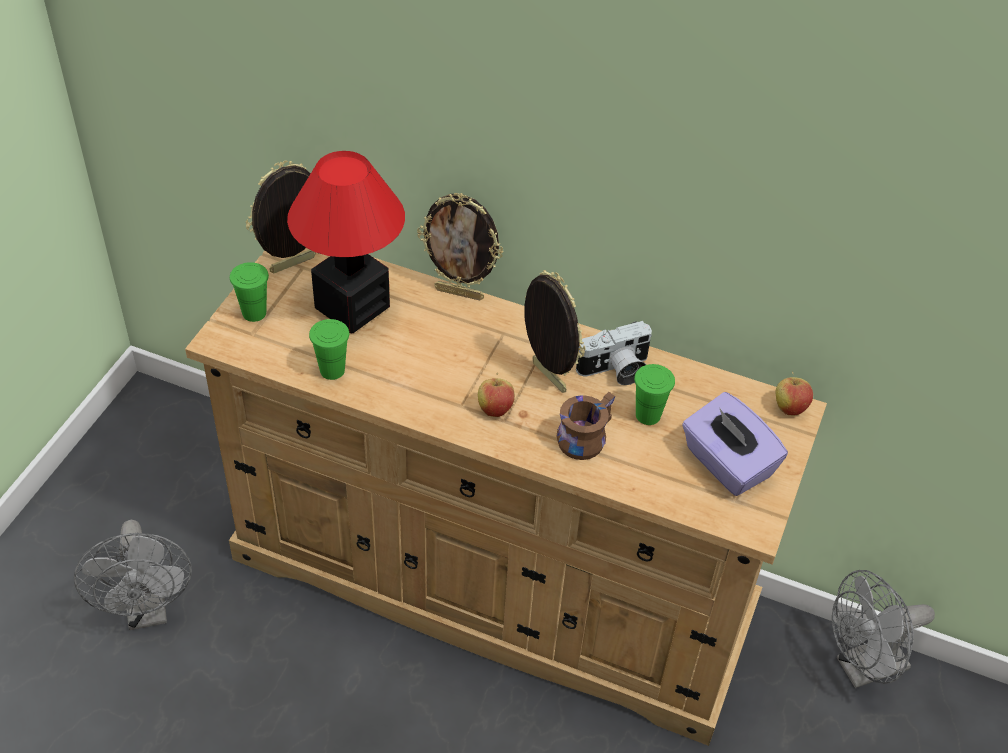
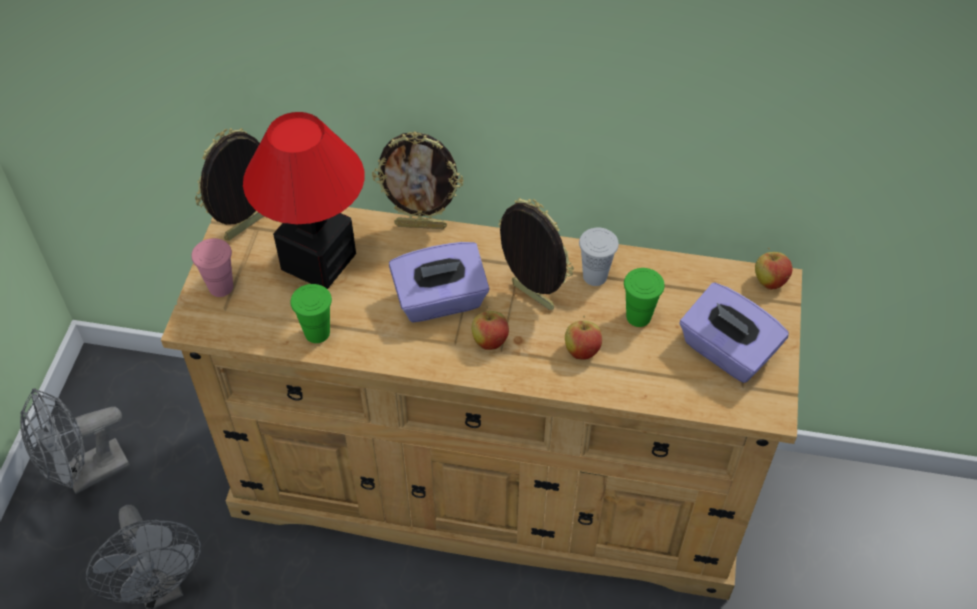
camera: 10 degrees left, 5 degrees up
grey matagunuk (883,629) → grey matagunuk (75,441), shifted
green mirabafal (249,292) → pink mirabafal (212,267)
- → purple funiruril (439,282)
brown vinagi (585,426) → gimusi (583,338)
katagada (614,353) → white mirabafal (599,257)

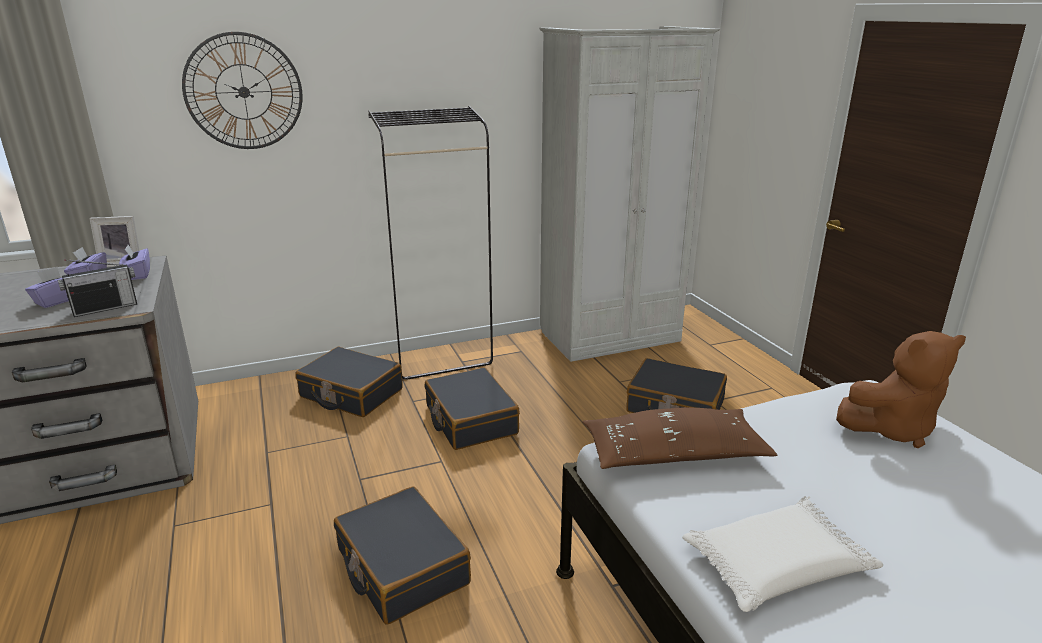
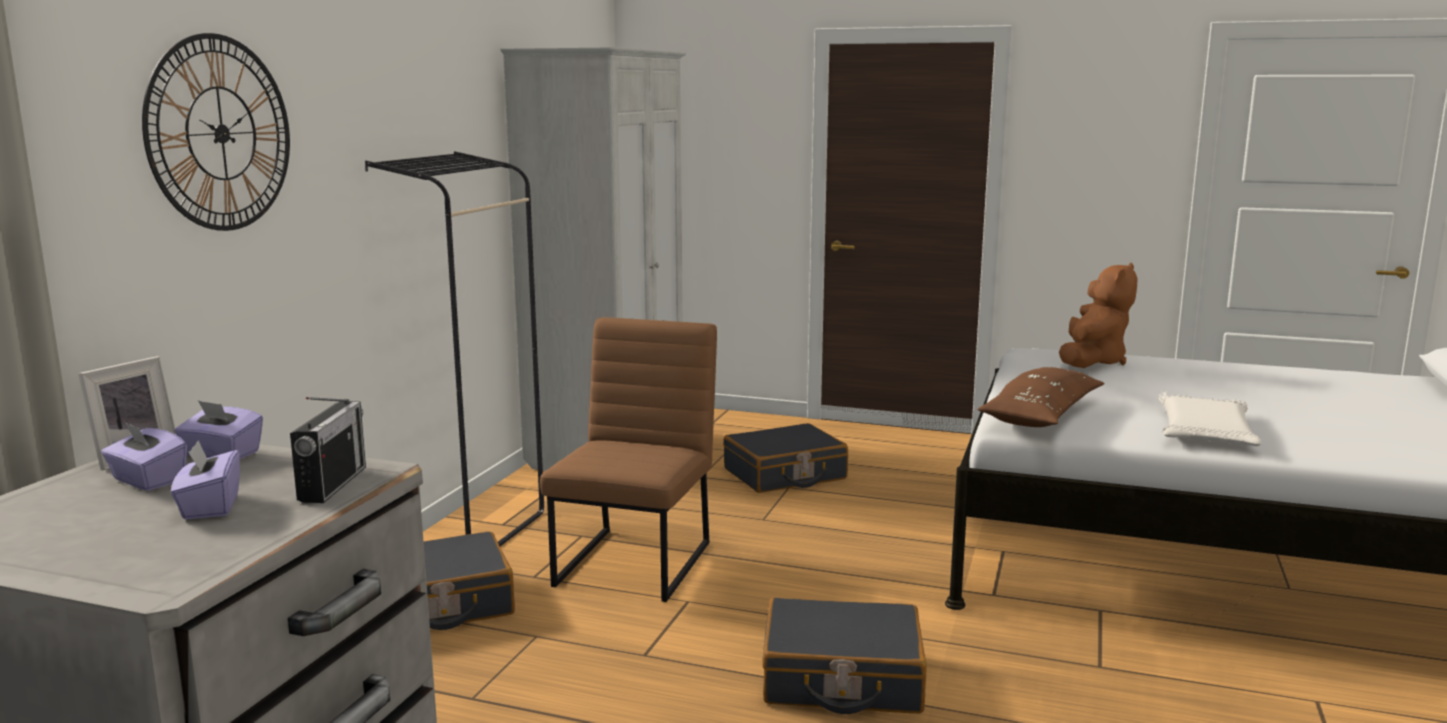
camera: 50 degrees left, 10 degrees down
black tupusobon (472,408) → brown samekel (628,459)

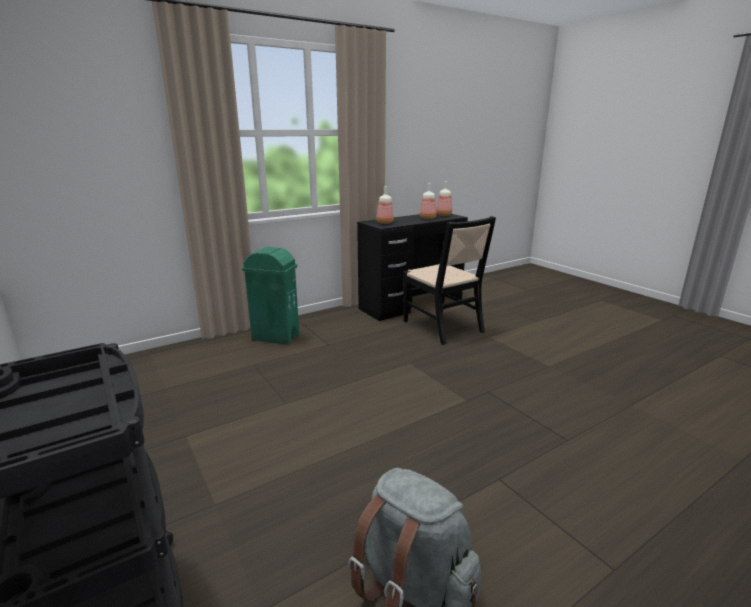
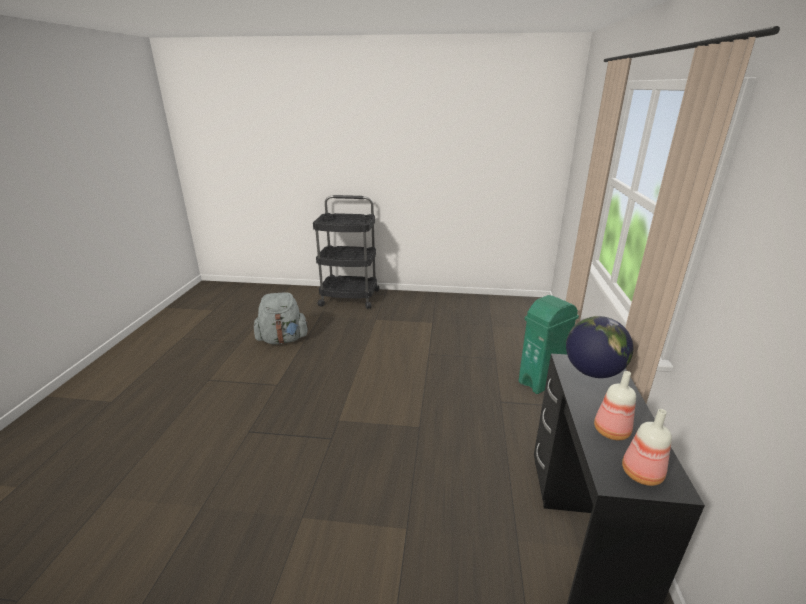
camera: 130 degrees right, 5 degrees up
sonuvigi (385,205) → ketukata (599,347)
samekel (449,280) → -

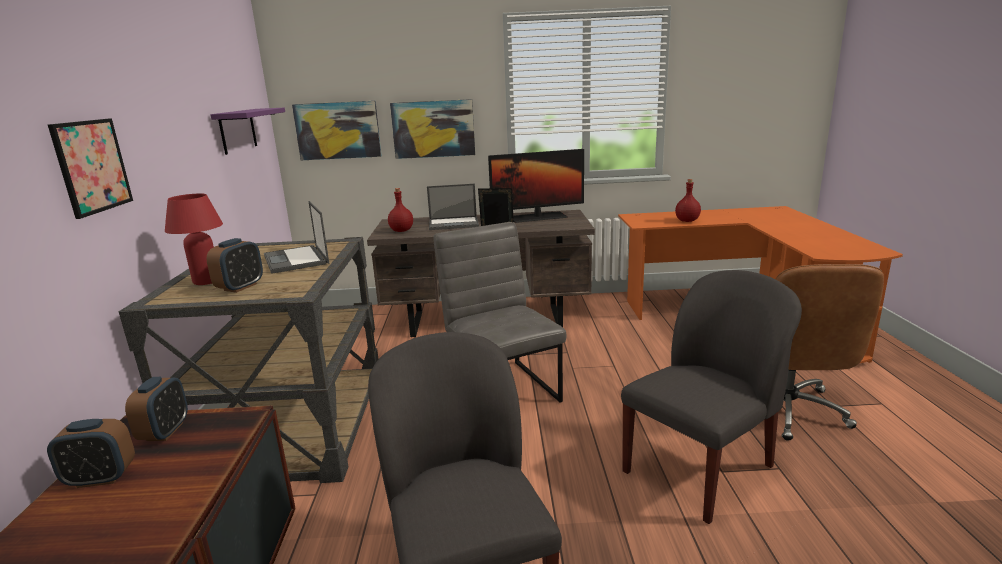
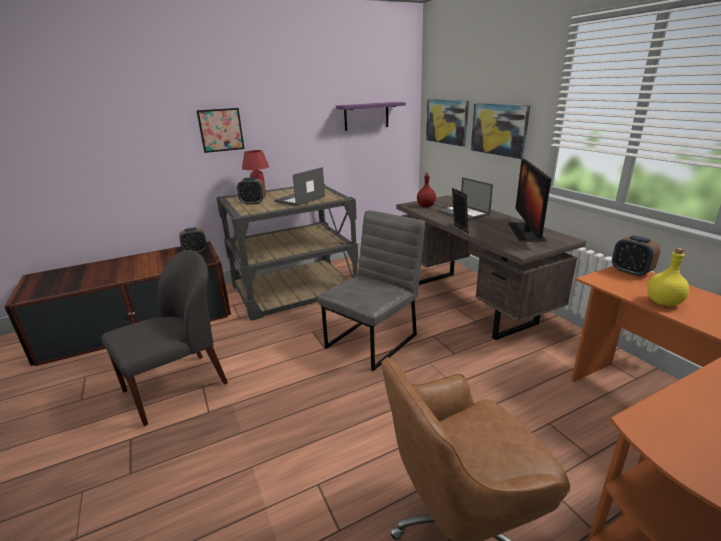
camera: 65 degrees right, 5 degrees up
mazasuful (536,186) → mazasuful (529,200), 45 degrees clockwise
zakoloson (91,453) → zakoloson (636,256), shifted
red sonuvigi (688,200) → yellow sonuvigi (668,277)
grey samekel (711,397) → -

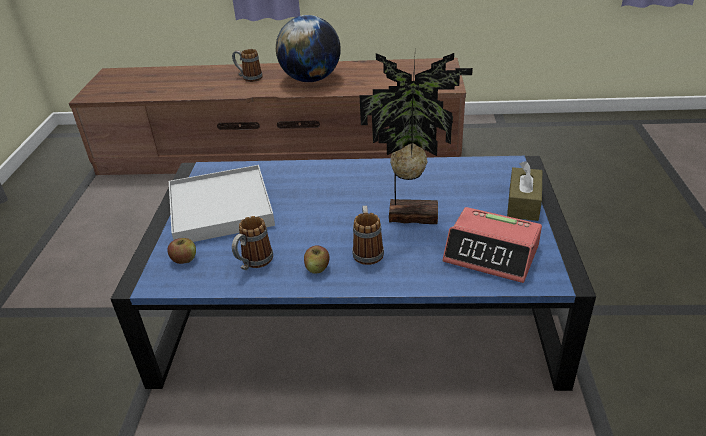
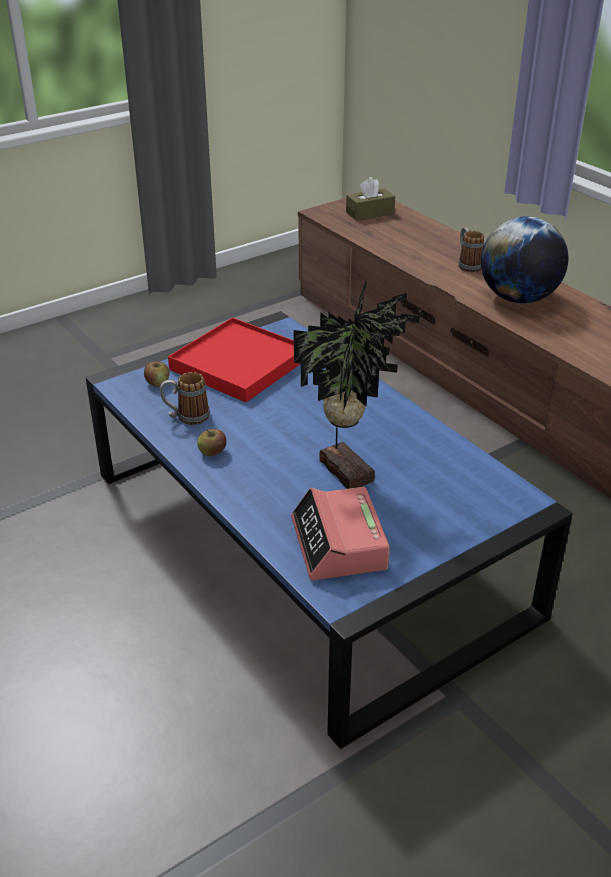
camera: 50 degrees right, 0 degrees up
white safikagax (222,203) → red safikagax (235,359)
brown funiruril (524,191) → brown funiruril (370,199), shifted
vinagi (368,235) → -

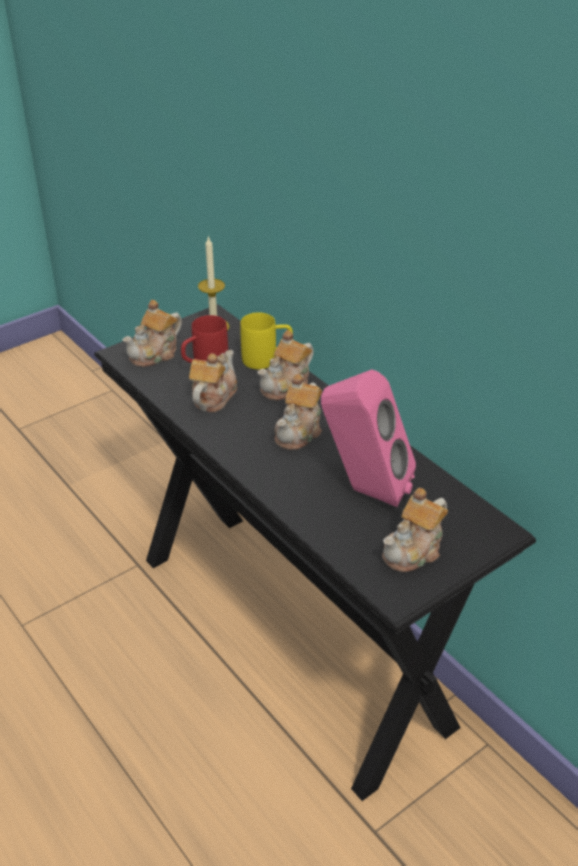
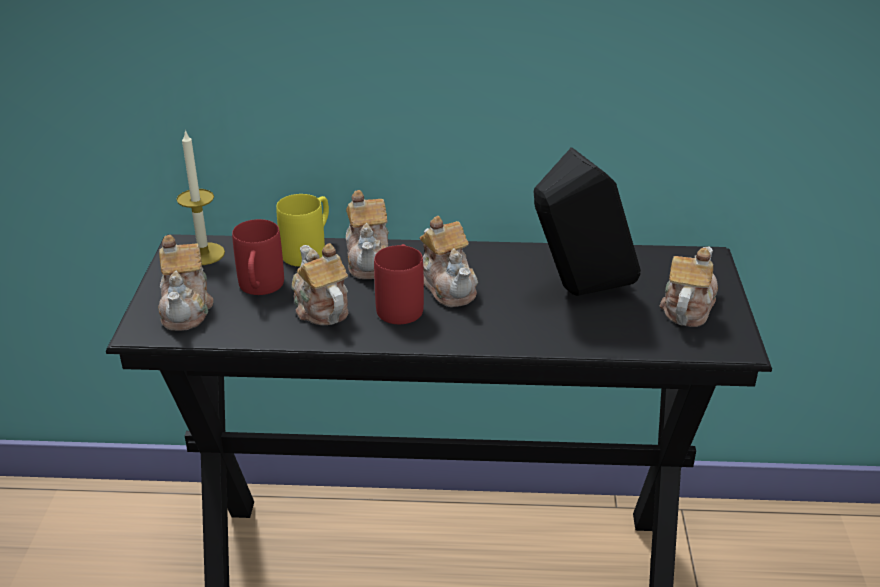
camera: 50 degrees left, 5 degrees down
- → red vinagi (399,284)
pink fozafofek (368,438) → black fozafofek (587,221)
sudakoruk (415,530) → sudakoruk (689,287), 150 degrees counterclockwise

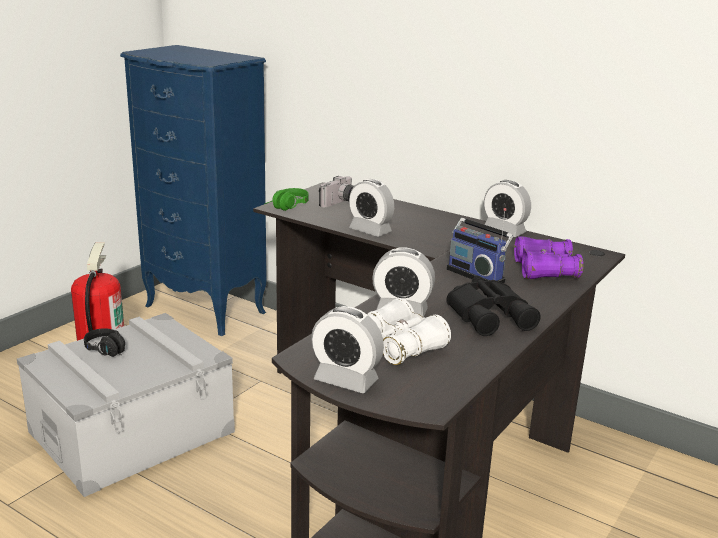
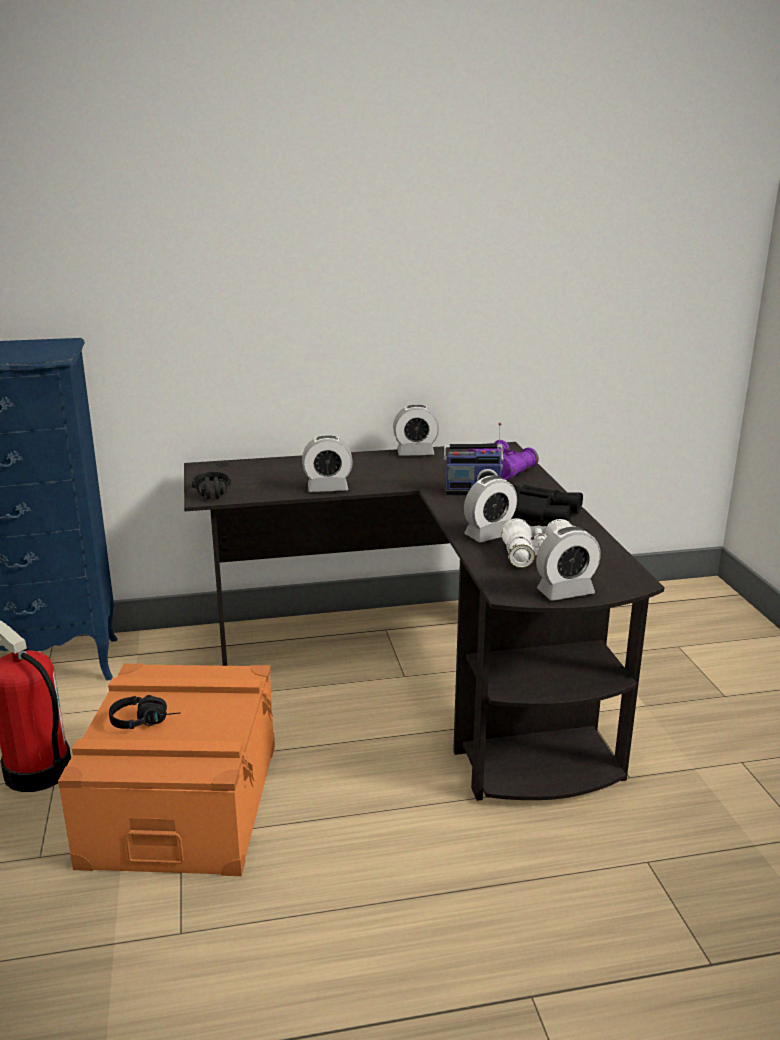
camera: 45 degrees left, 0 degrees up
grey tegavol (126,405) → orange tegavol (166,769)
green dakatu (287,199) → black dakatu (211,486)
katagada (336,191) → -

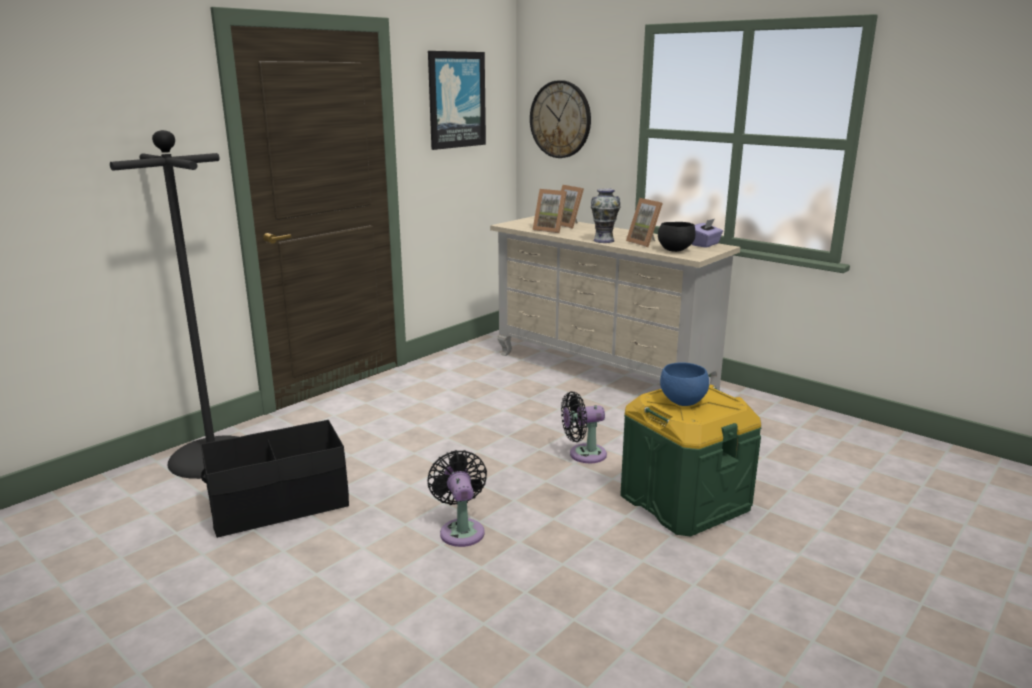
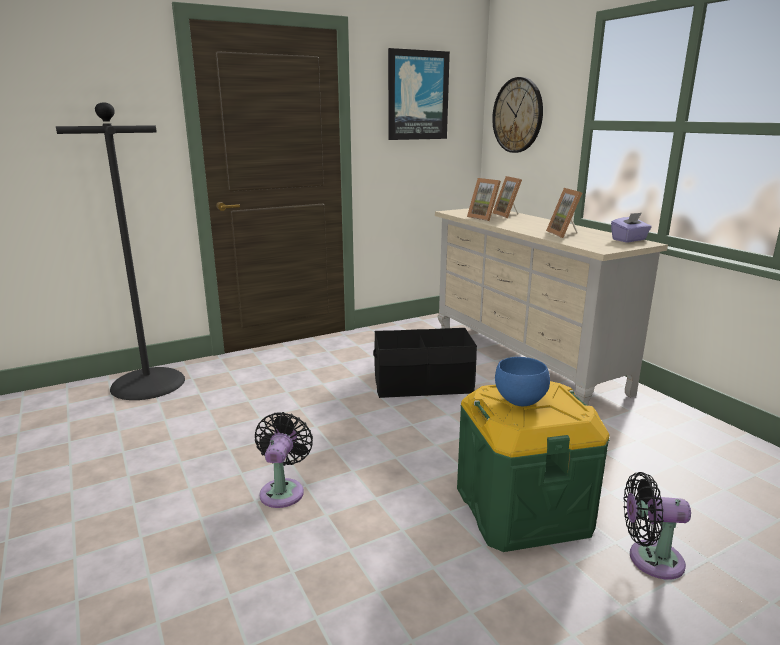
camera: 20 degrees right, 0 degrees up
black tegavol (274,479) → black tegavol (425,363), shifted
black matagunuk (584,427) → black matagunuk (657,526), shifted
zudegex (606,215) → -
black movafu (676,237) → -

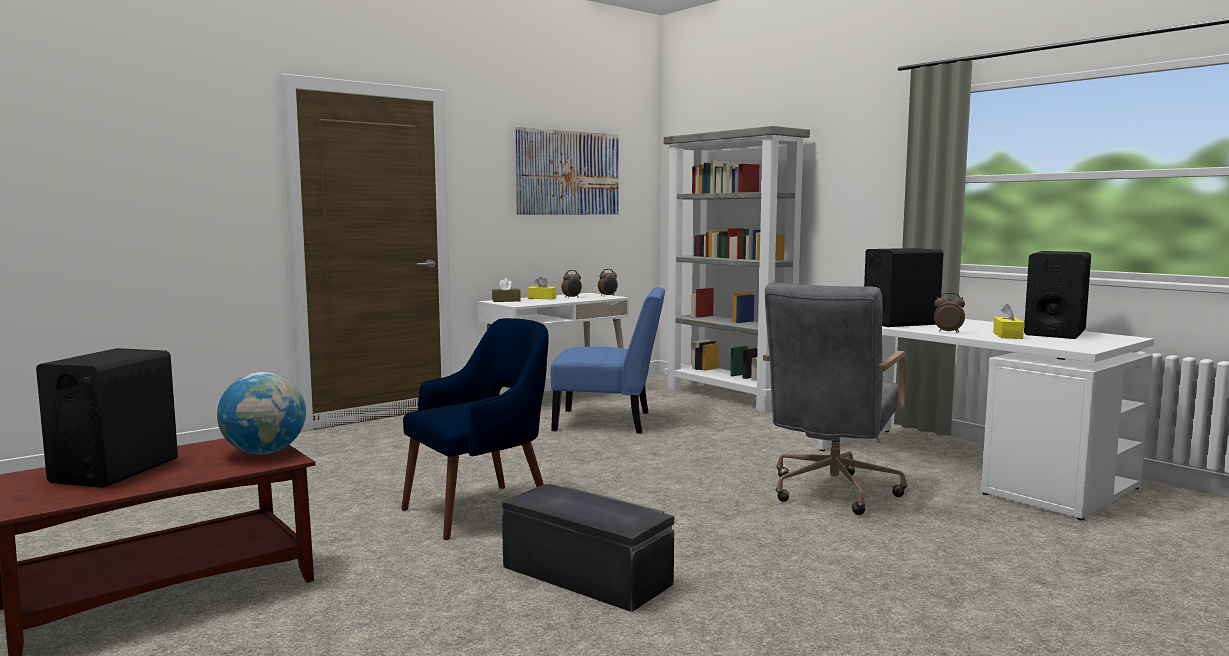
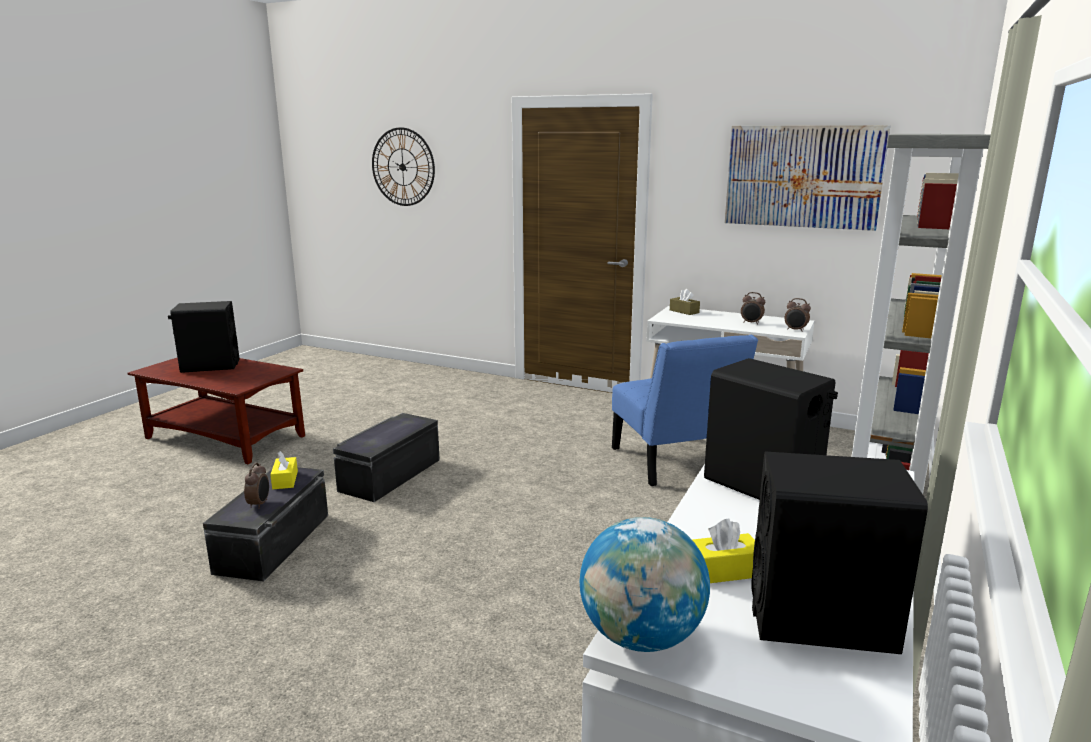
camera: 65 degrees right, 10 degrees up
zakoloson (949,312) → zakoloson (256,486), shifted
yellow funiruril (541,287) → yellow funiruril (284,470), shifted
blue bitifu (475,429) → black tegavol (386,457)
- → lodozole (403,166)
ketukata (261,413) → ketukata (645,584), shifted
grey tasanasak (835,398) → -

